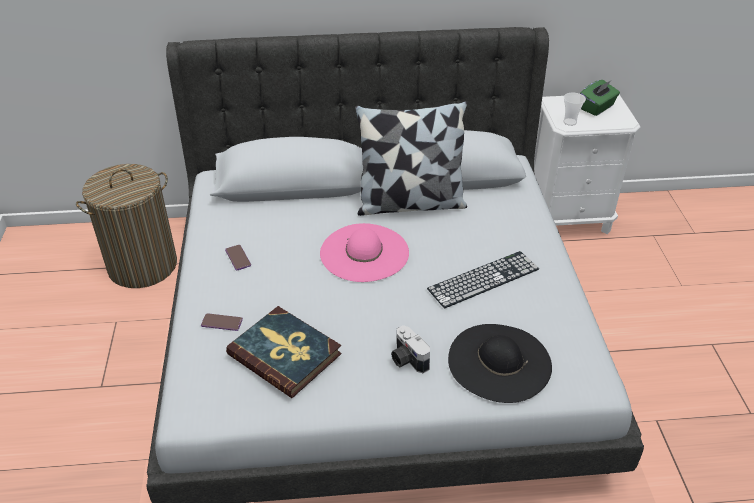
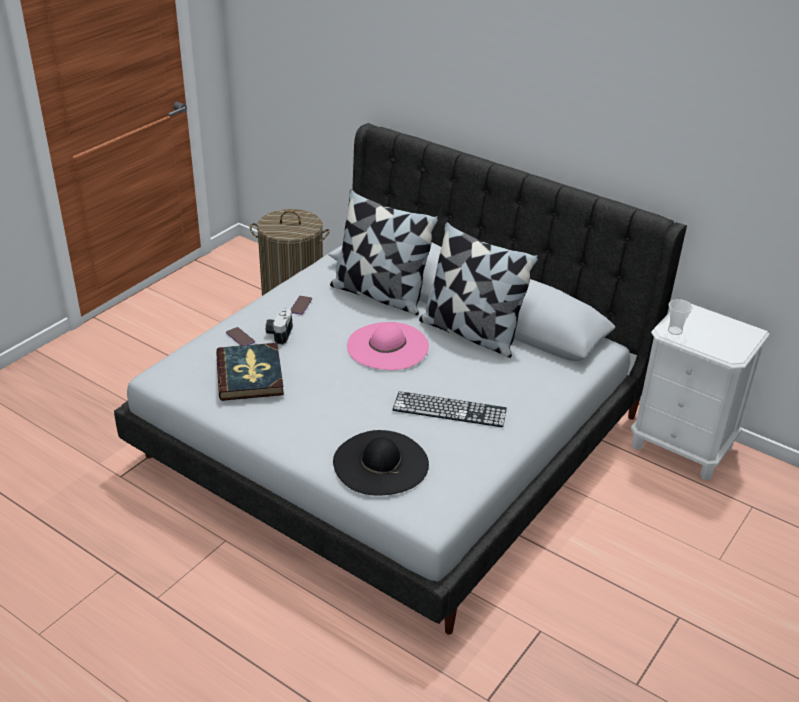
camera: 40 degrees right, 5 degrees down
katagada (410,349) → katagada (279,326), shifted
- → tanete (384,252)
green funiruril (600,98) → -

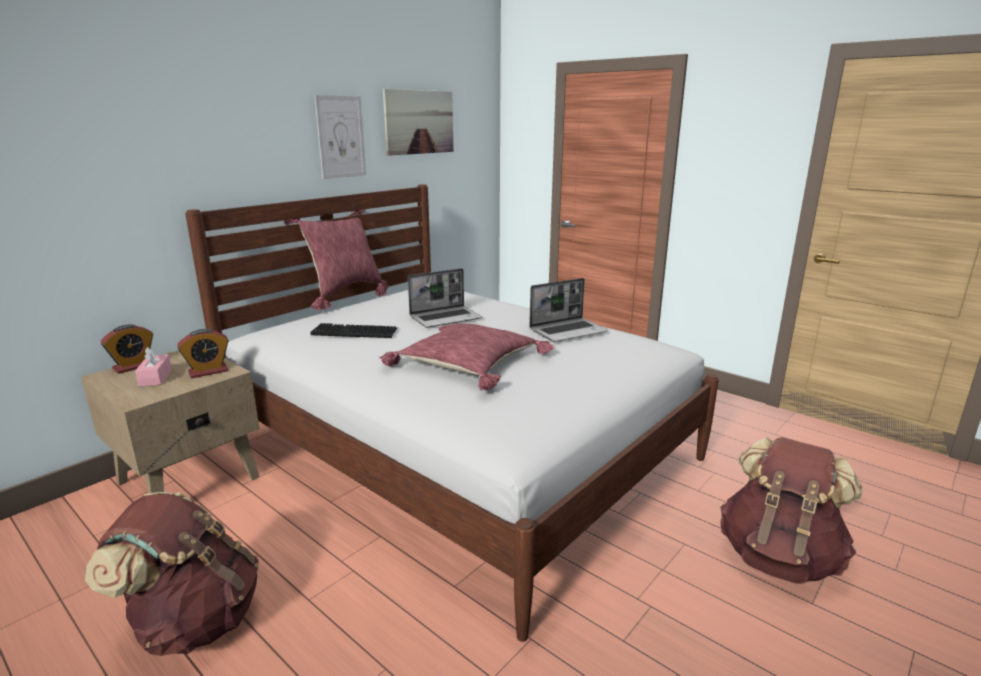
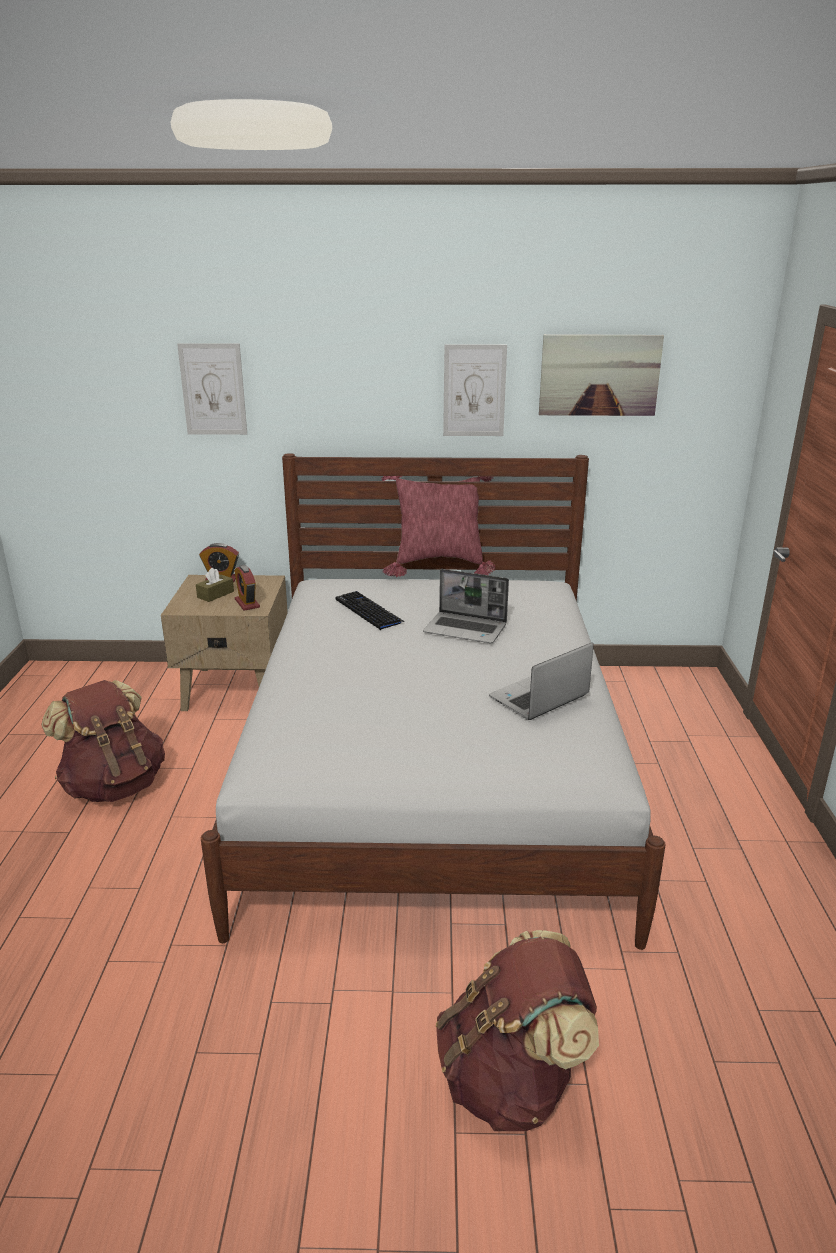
camera: 50 degrees right, 5 degrees up
- → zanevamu (212,389)
pink funiruril (153,367) → brown funiruril (215,585)
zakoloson (203,353) → zakoloson (247,588), 45 degrees clockwise
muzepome (568,310) → muzepome (541,681), 120 degrees clockwise
red tanete (467,356) → -

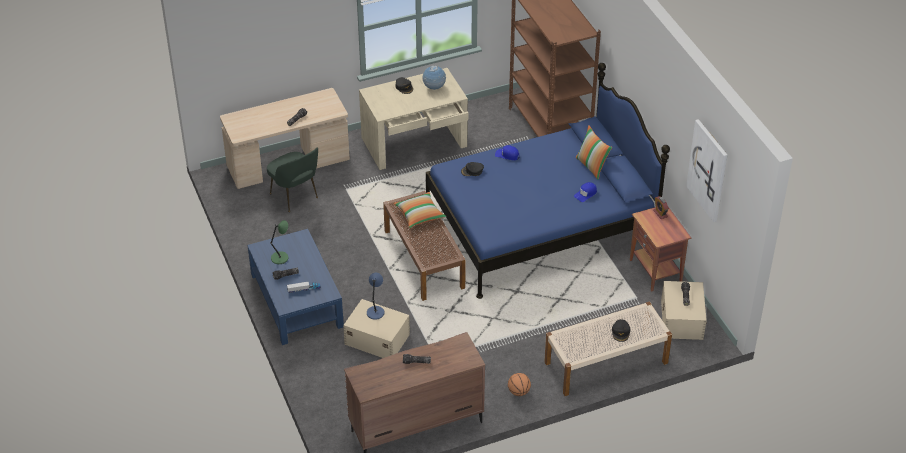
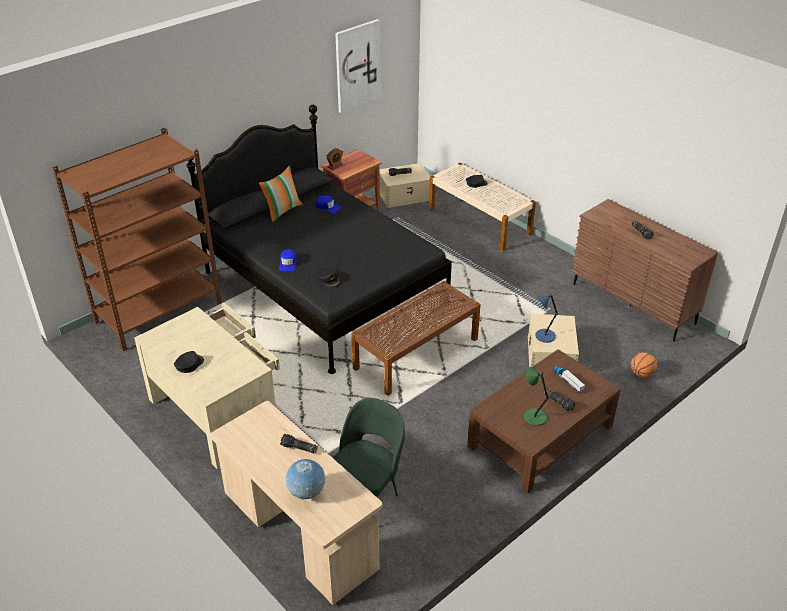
camera: 110 degrees left, 5 degrees down
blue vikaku (548,181) → black vikaku (319,239)
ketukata (434,78) → ketukata (306,479), shifted
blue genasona (295,287) → brown genasona (544,421)
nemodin (519,384) → nemodin (644,365), shifted
tanete (420,210) → -

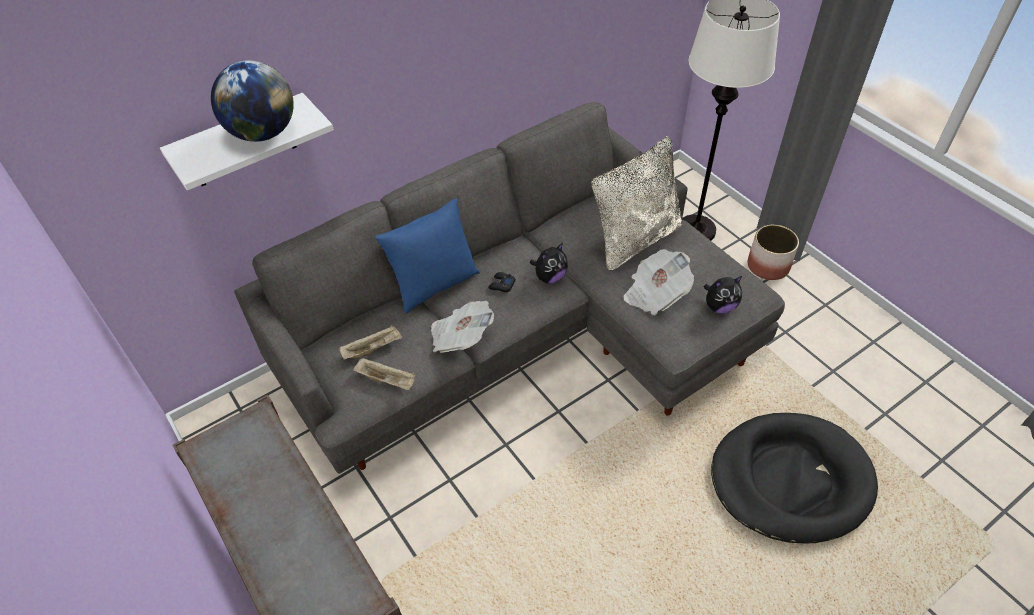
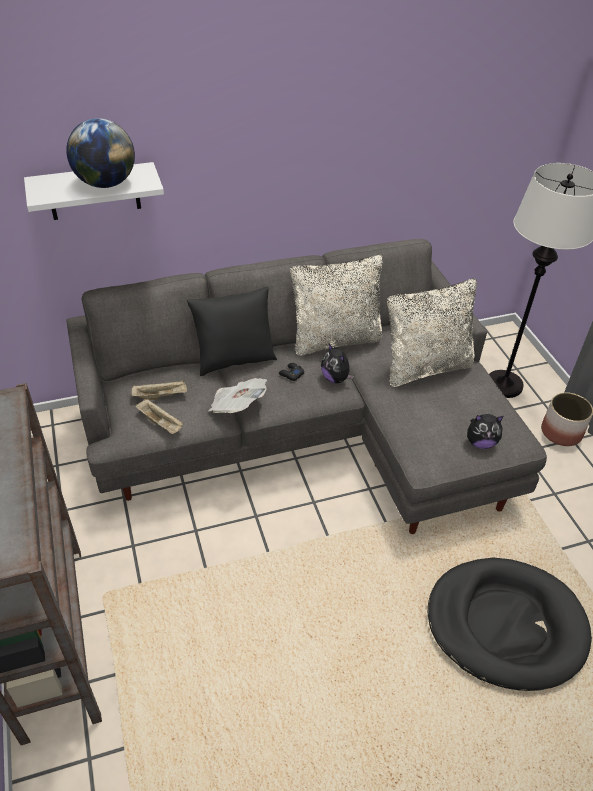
camera: 15 degrees right, 5 degrees down
blue tanete (427,256) → black tanete (232,331)
- → beige tanete (336,305)
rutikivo (549,263) → rutikivo (337,363), 75 degrees clockwise
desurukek (659,282) → -

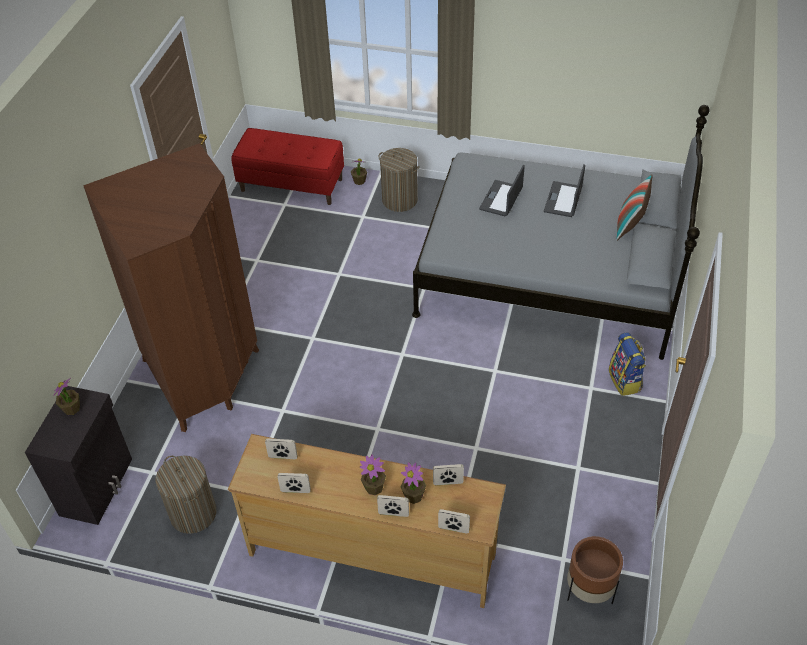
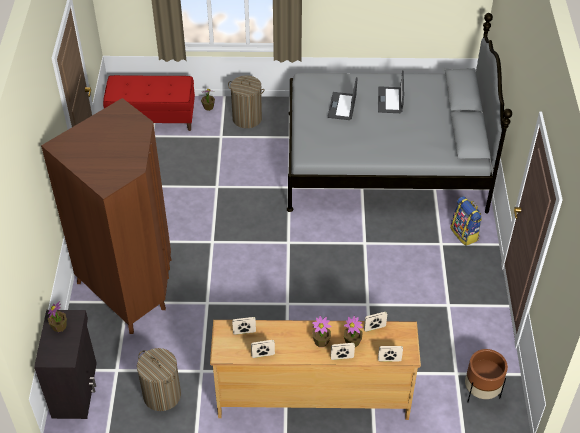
camera: 15 degrees left, 0 degrees up
tanete (634,207) → -

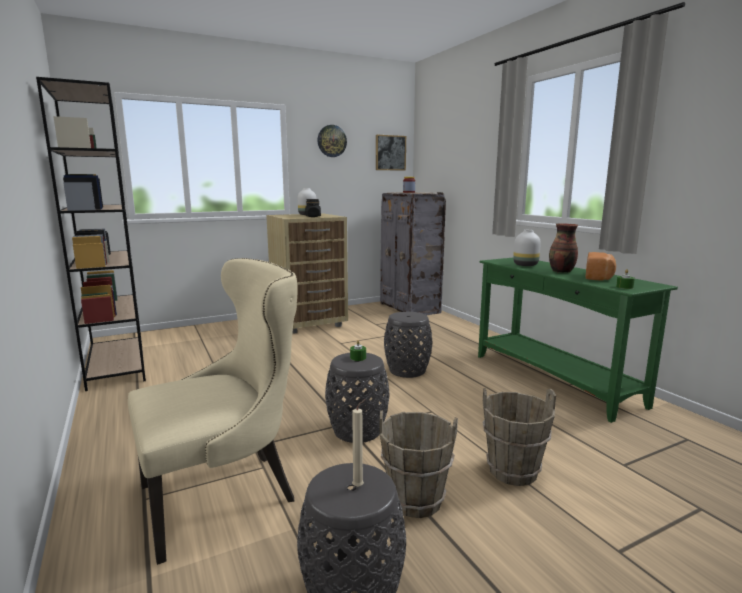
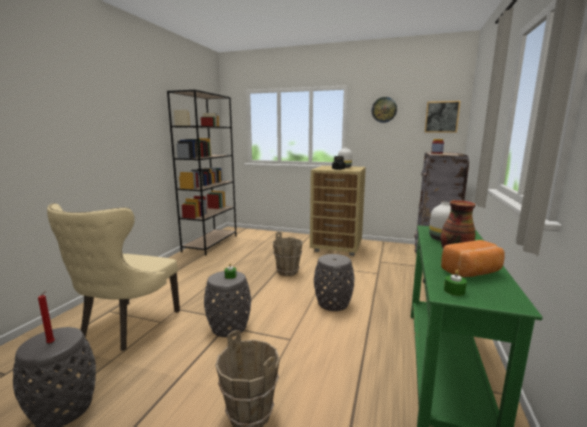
camera: 45 degrees right, 0 degrees up
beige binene (359,443) → red binene (46,317)
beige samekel (213,411) → beige samekel (113,277), 90 degrees clockwise
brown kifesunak (419,464) → brown kifesunak (288,254), shifted

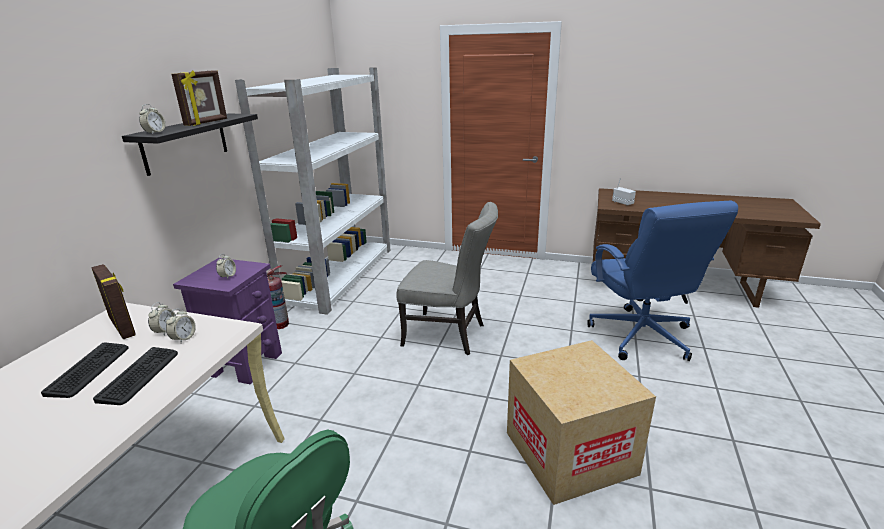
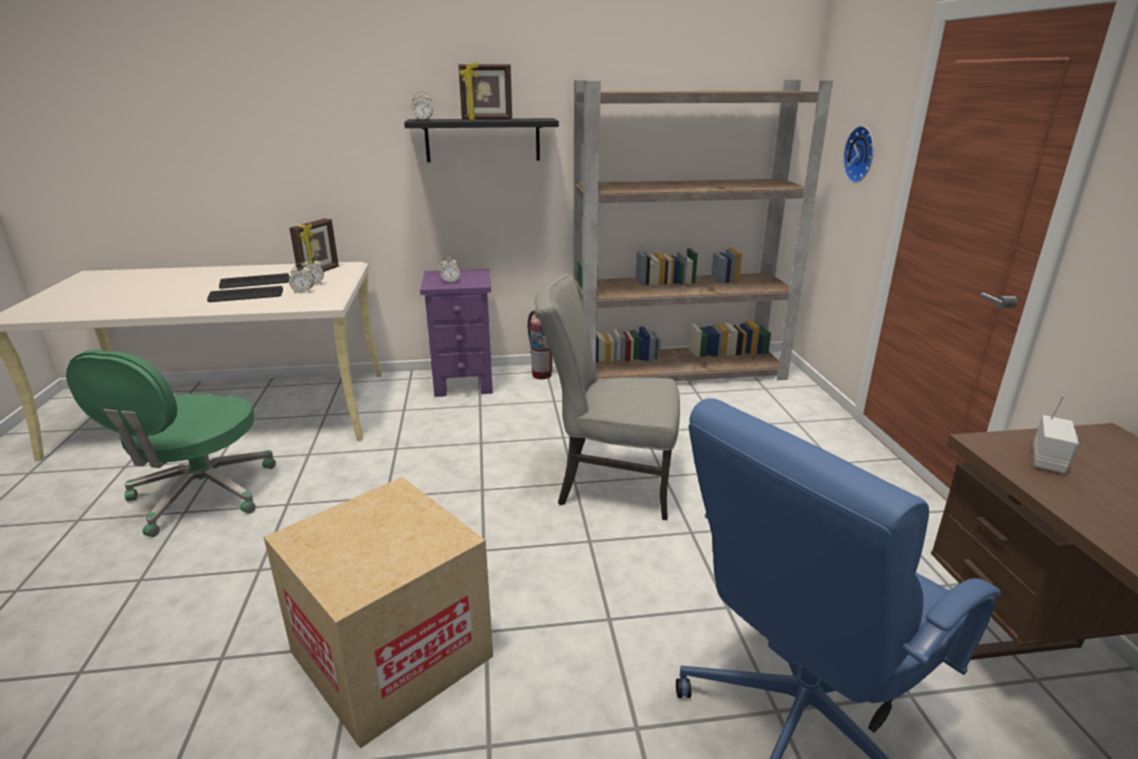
camera: 65 degrees right, 0 degrees up
grey samekel (447,278) → grey samekel (607,397), 105 degrees clockwise
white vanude (313,191) → brown vanude (703,230)
- → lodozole (858,154)

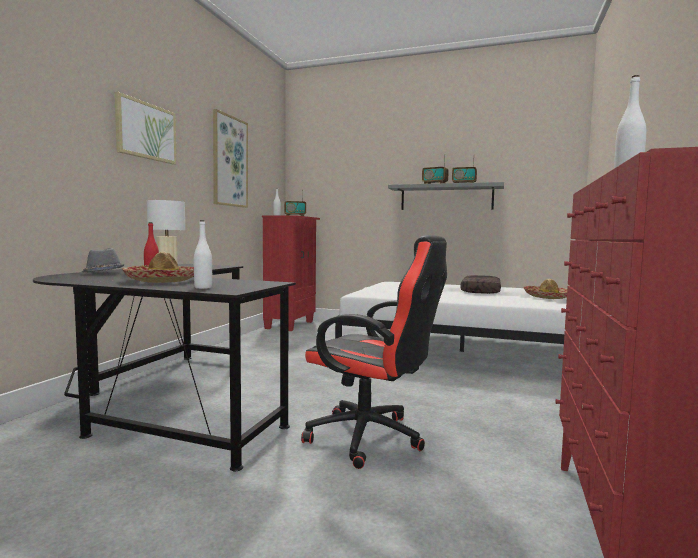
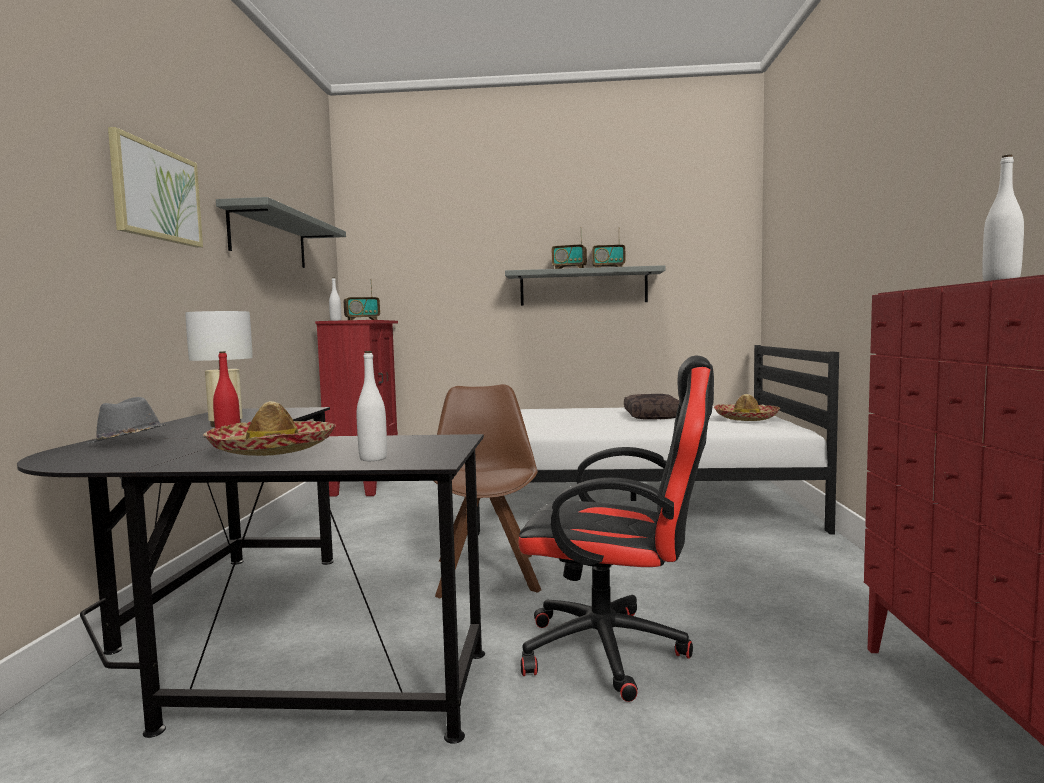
camera: 15 degrees left, 0 degrees up
zanevamu (230,158) → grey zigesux (281,232)
- → brown samekel (487,491)

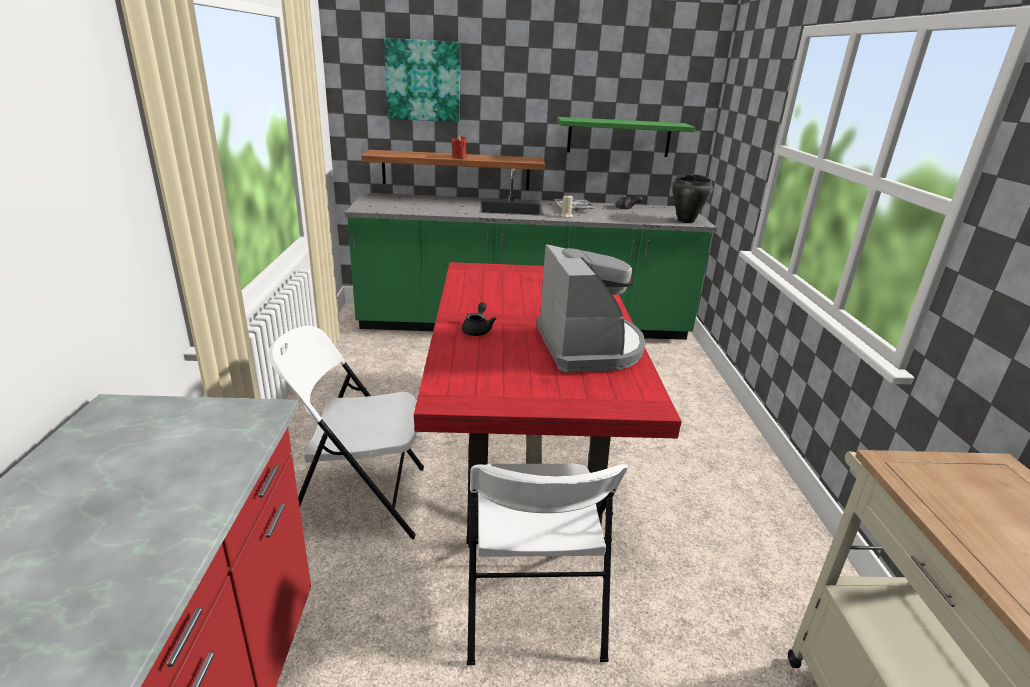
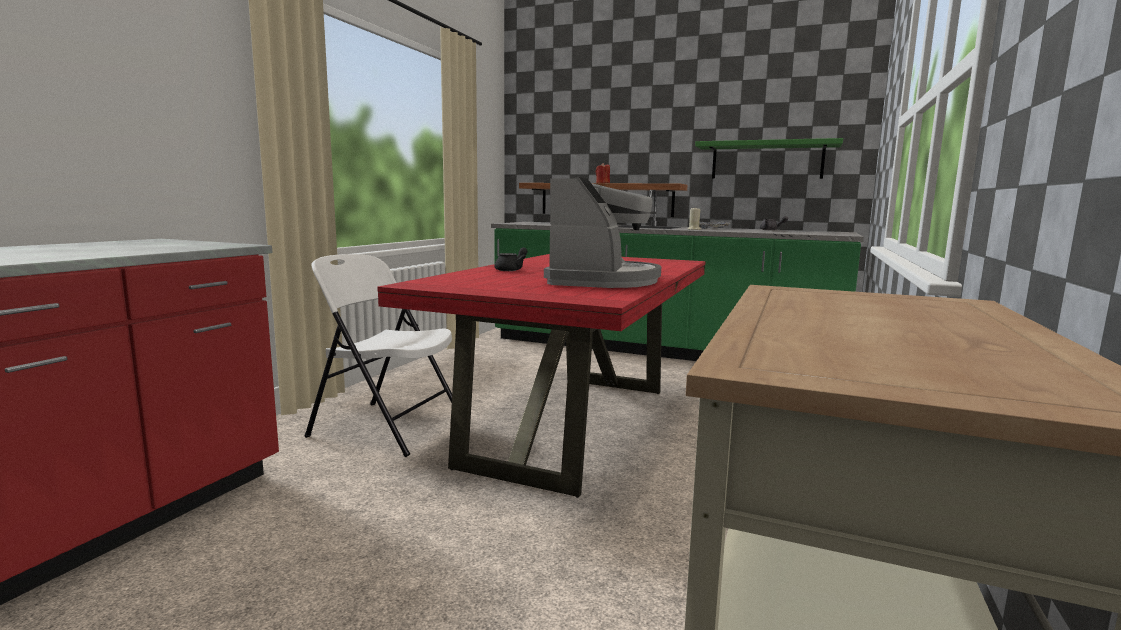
camera: 25 degrees right, 15 degrees down
zanevamu (422,80) → -
white samekel (547,564) → -
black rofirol (692,198) → -

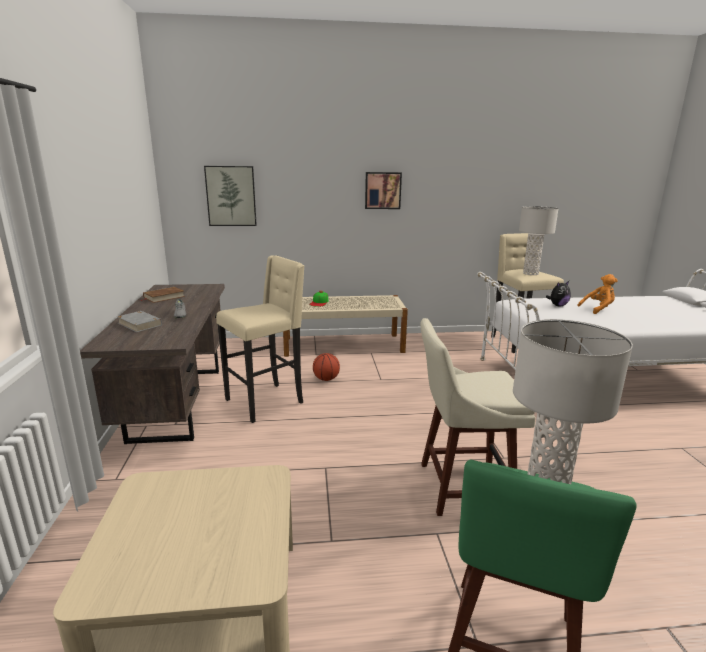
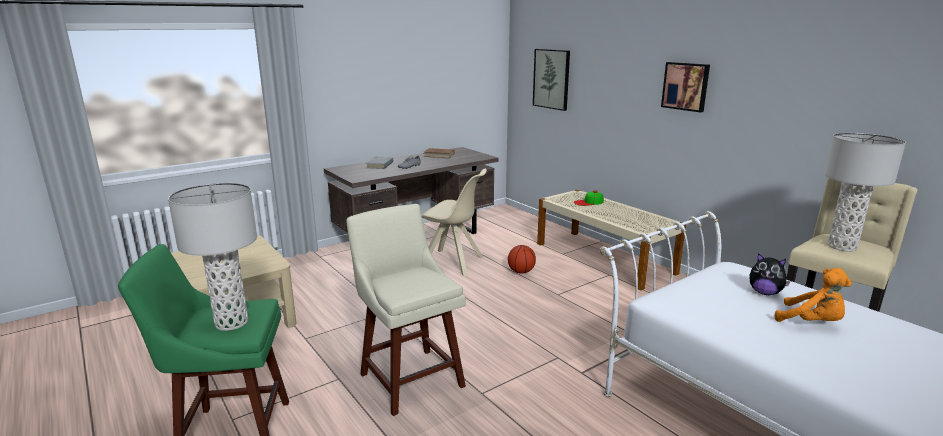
camera: 60 degrees right, 0 degrees up
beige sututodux (260,339) → beige samekel (454,222)

